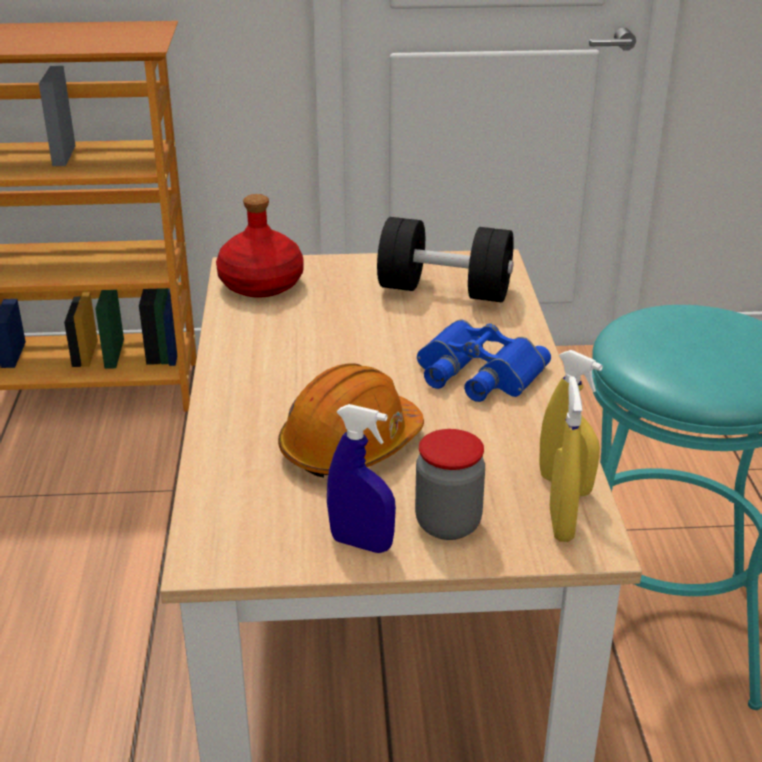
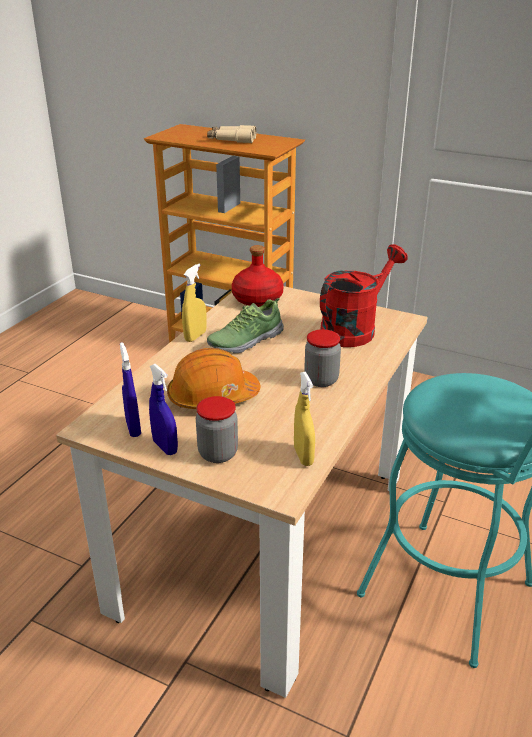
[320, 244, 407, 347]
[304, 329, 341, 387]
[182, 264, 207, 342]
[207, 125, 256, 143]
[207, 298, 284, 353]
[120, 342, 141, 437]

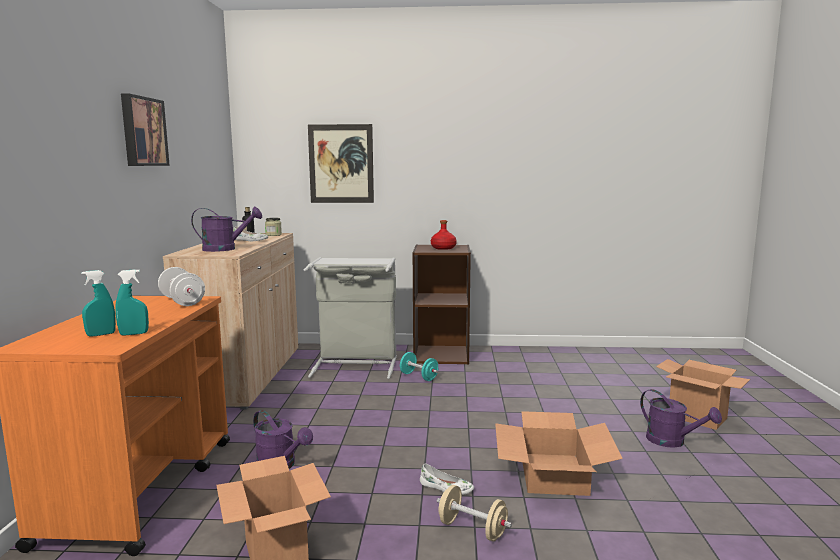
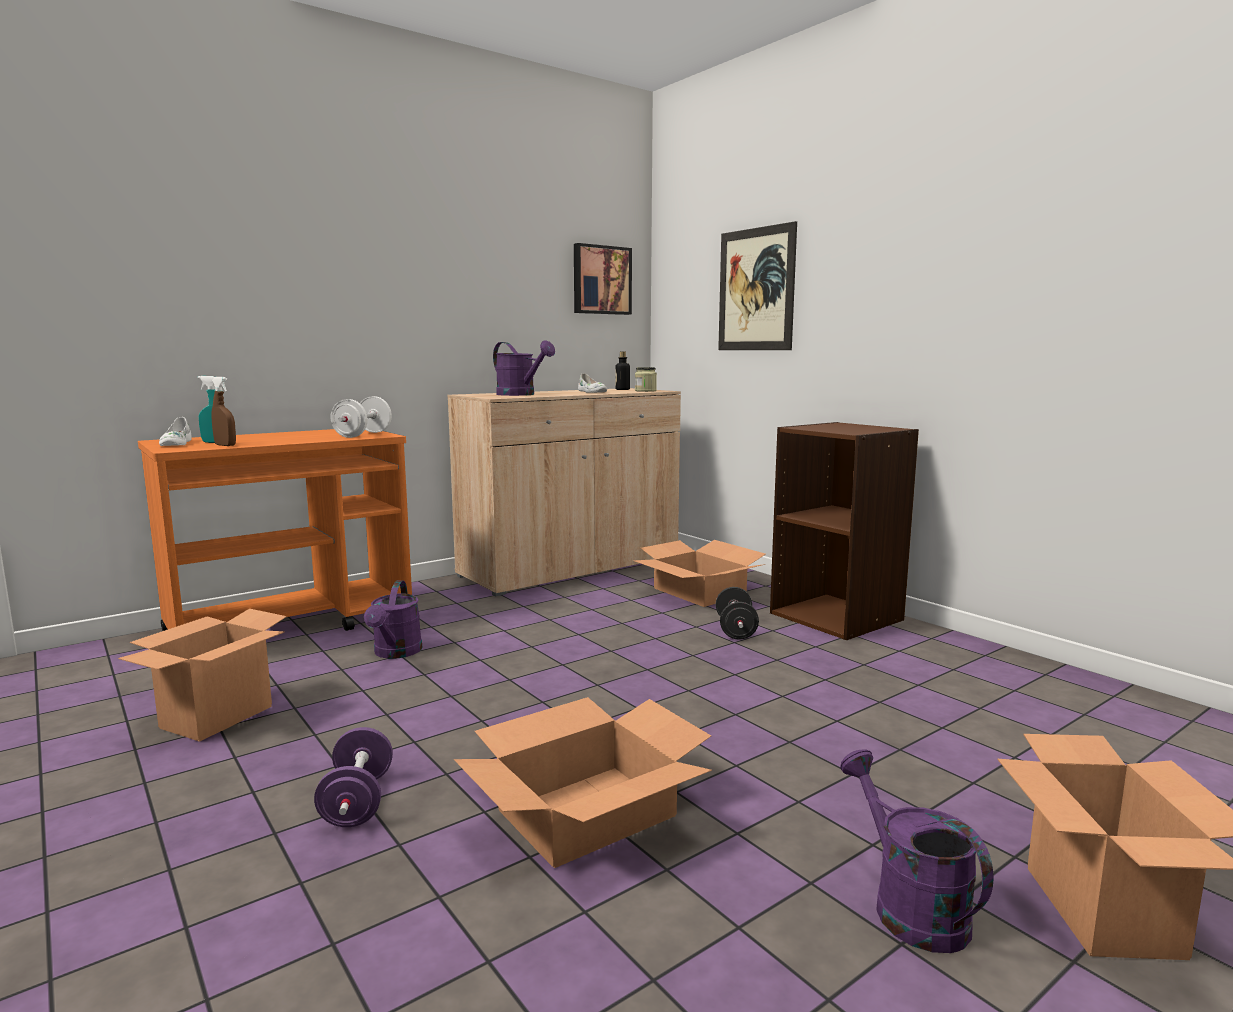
[574, 243, 632, 315]
[431, 220, 457, 250] (first image)
[634, 540, 766, 607]
[212, 377, 236, 446]
[716, 587, 759, 640]
[840, 749, 993, 953]
[159, 417, 192, 446]
[314, 727, 393, 827]

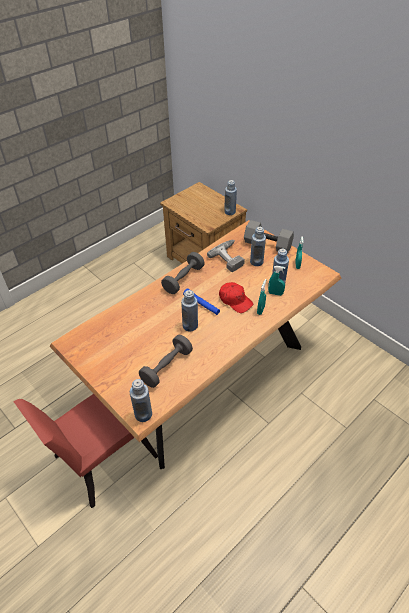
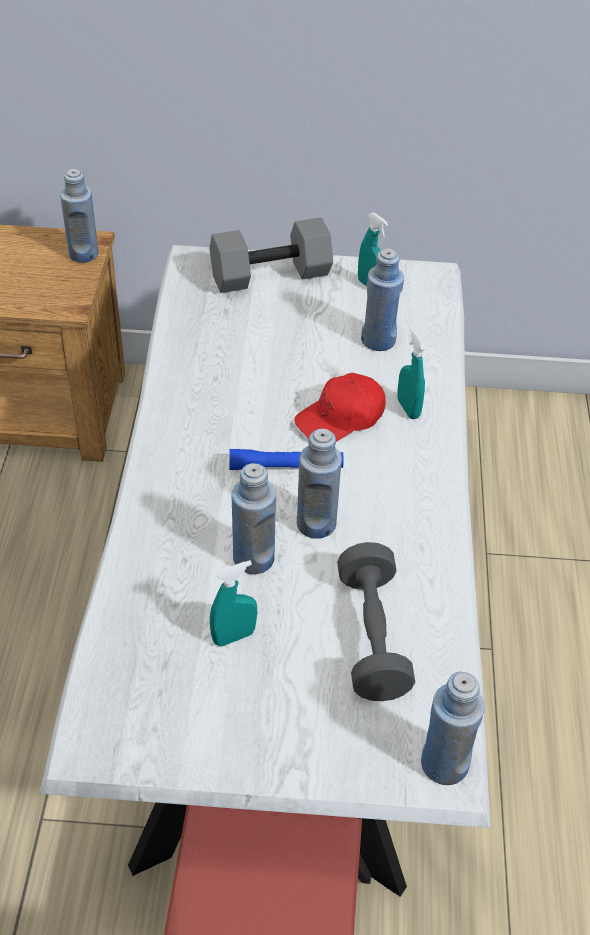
[40, 245, 490, 897]
[232, 463, 276, 574]
[207, 240, 245, 272] (first image)
[161, 252, 205, 294] (first image)
[210, 560, 257, 647]
[294, 373, 386, 442]

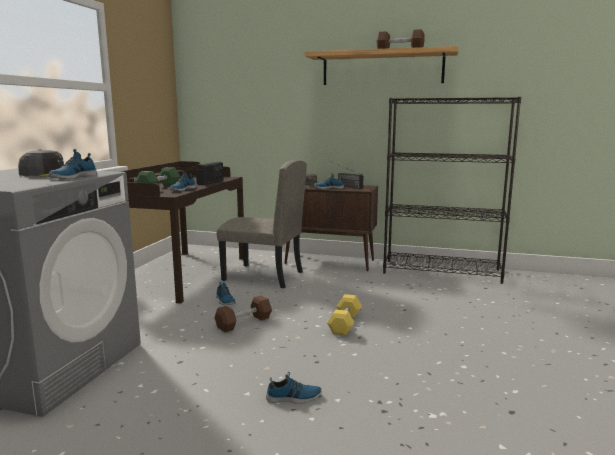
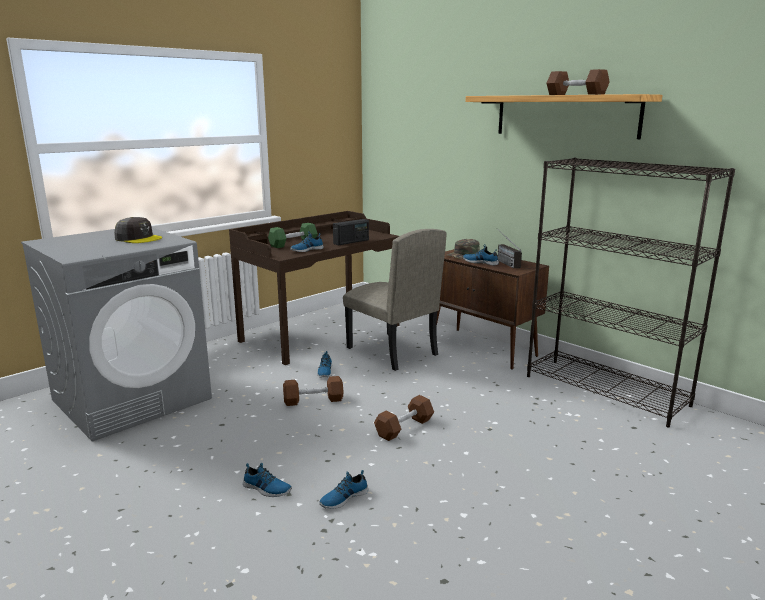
[319, 470, 368, 509]
[374, 395, 434, 441]

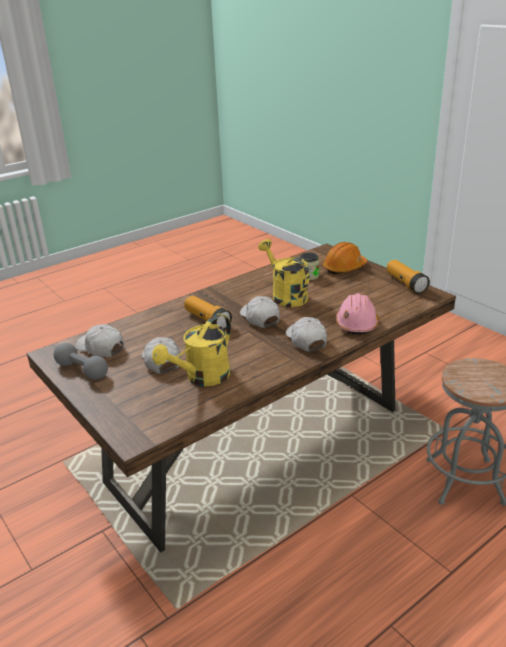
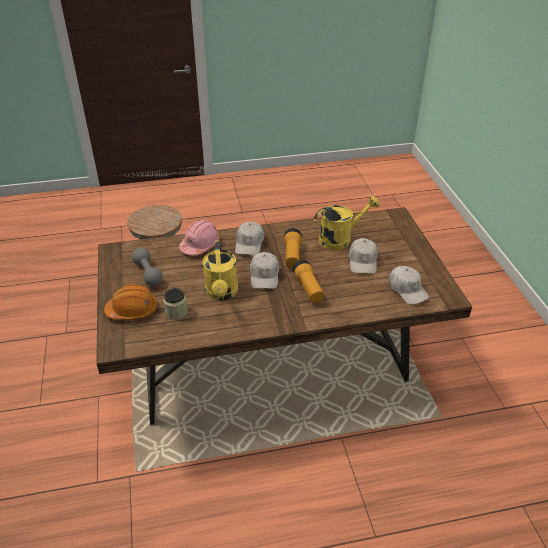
[284, 228, 302, 268]
[132, 248, 163, 286]

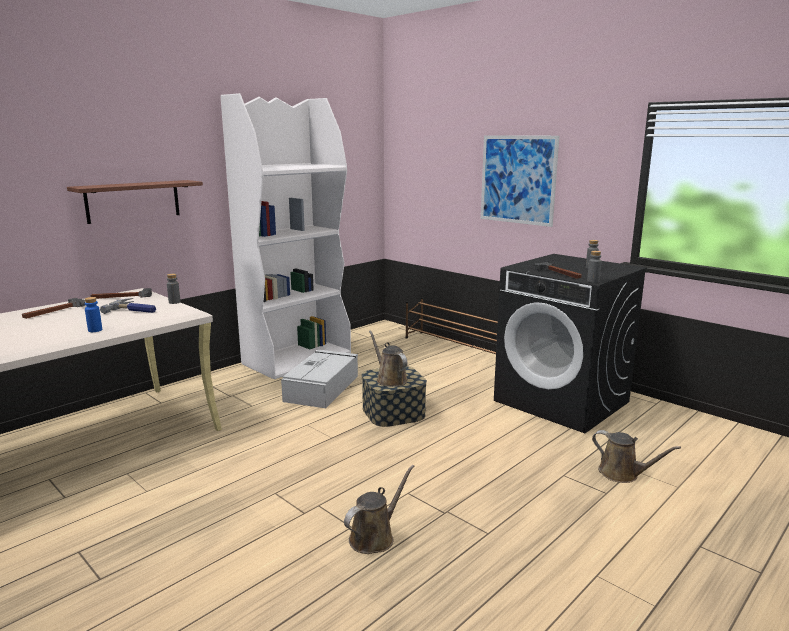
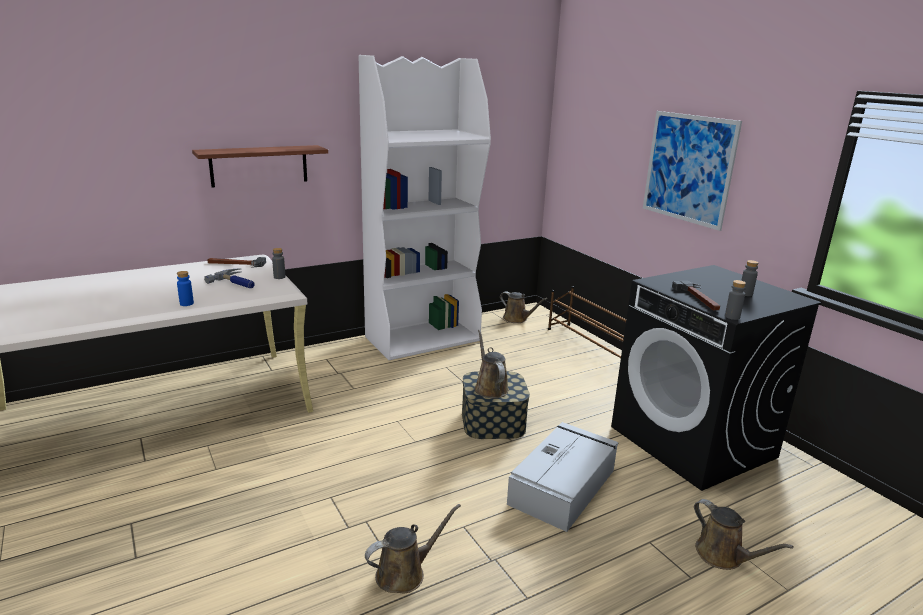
[22, 298, 85, 319] (first image)
[507, 422, 618, 532]
[500, 291, 548, 323]

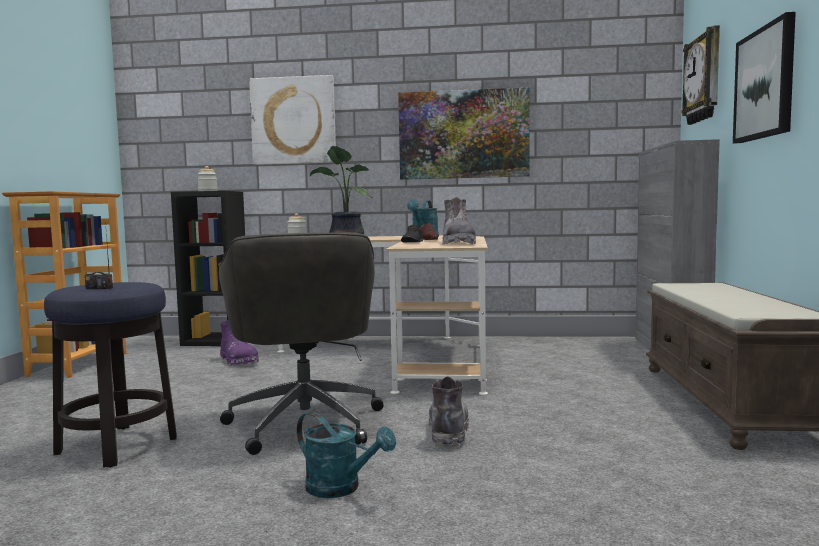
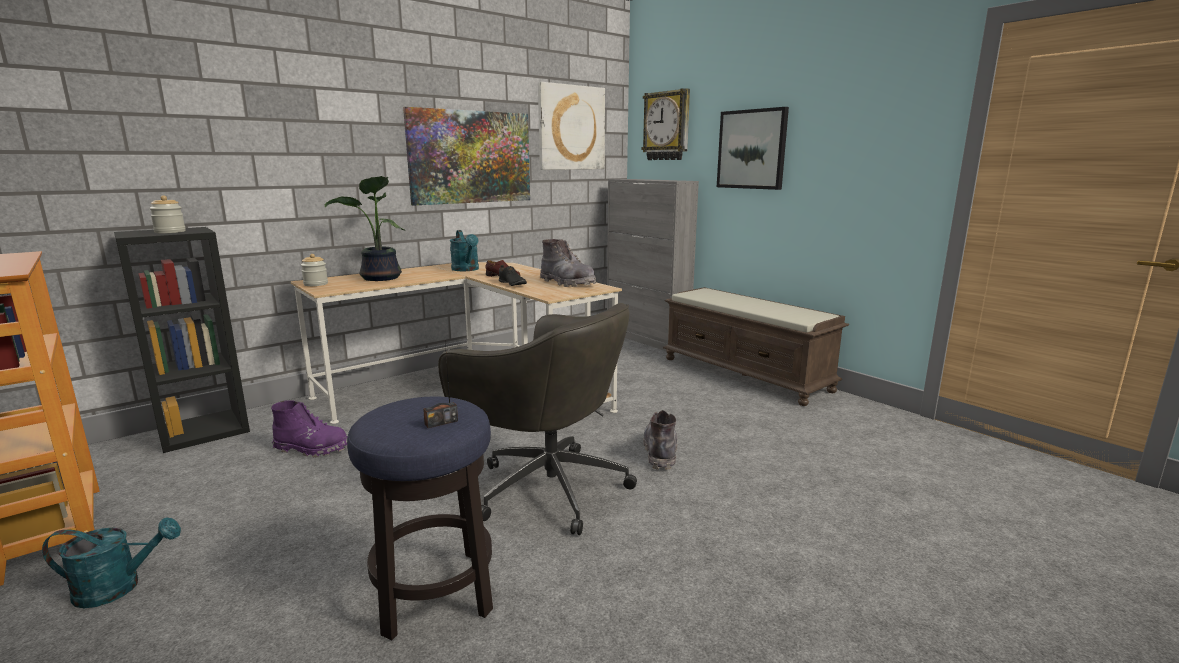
[538, 82, 605, 170]
[643, 410, 678, 470]
[42, 518, 181, 608]

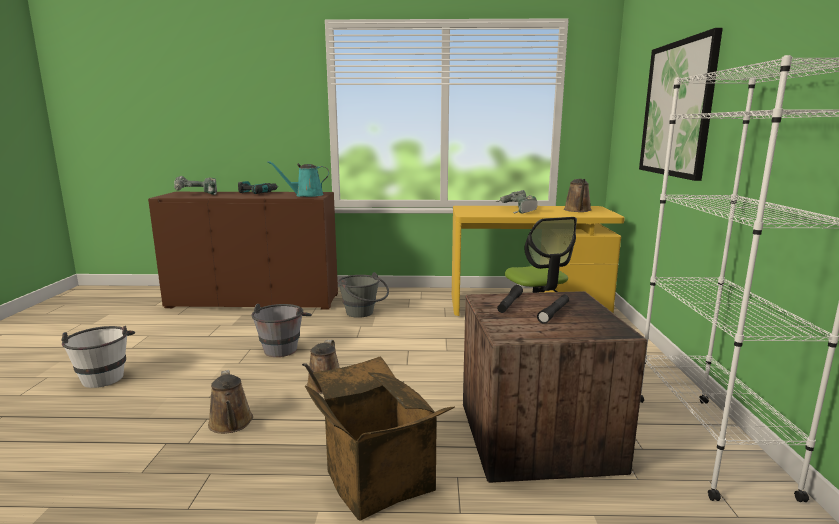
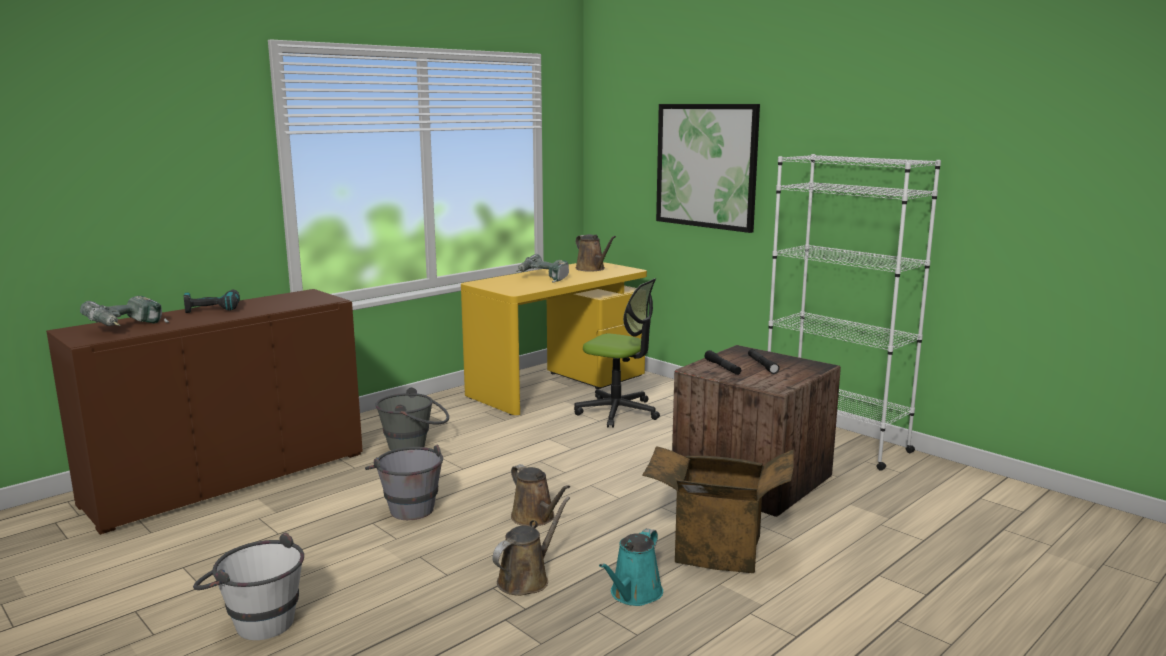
[599, 528, 663, 606]
[492, 496, 570, 596]

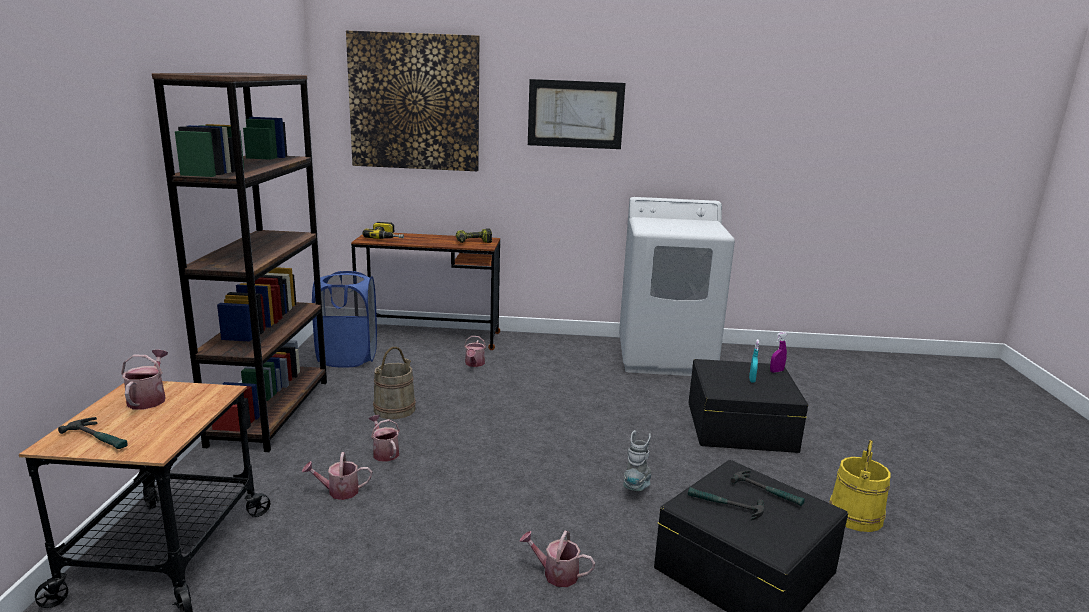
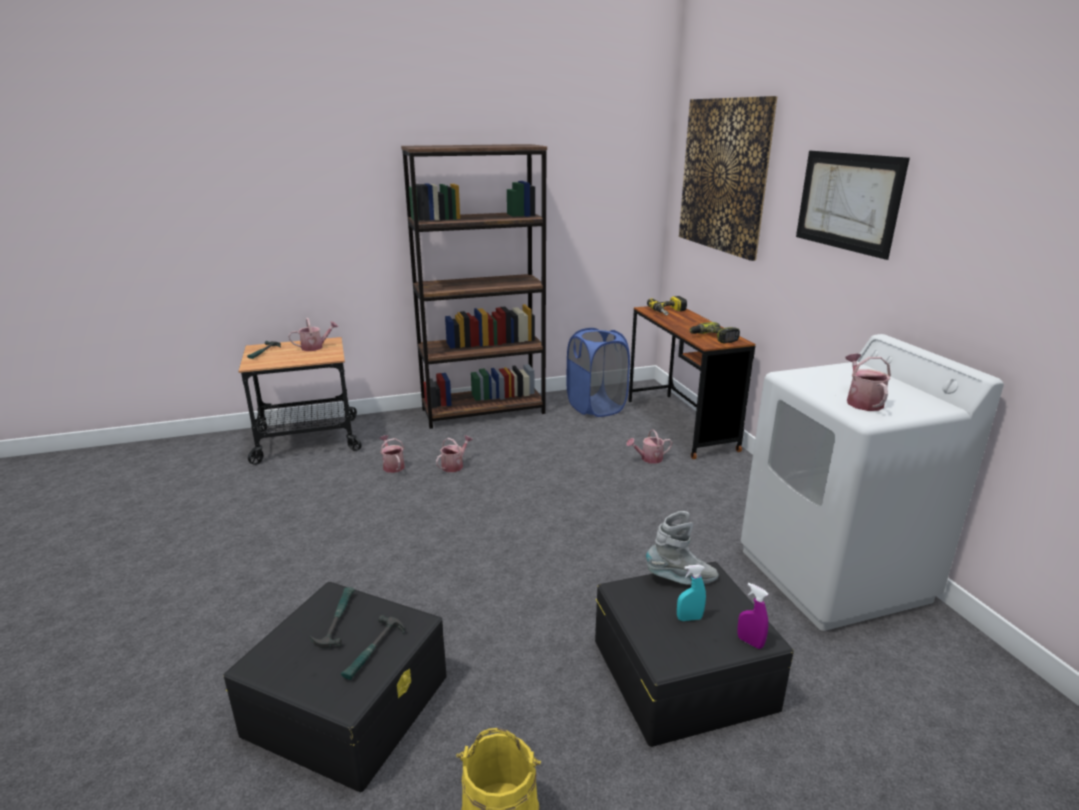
[373, 347, 416, 419] (first image)
[646, 511, 719, 585]
[846, 353, 891, 411]

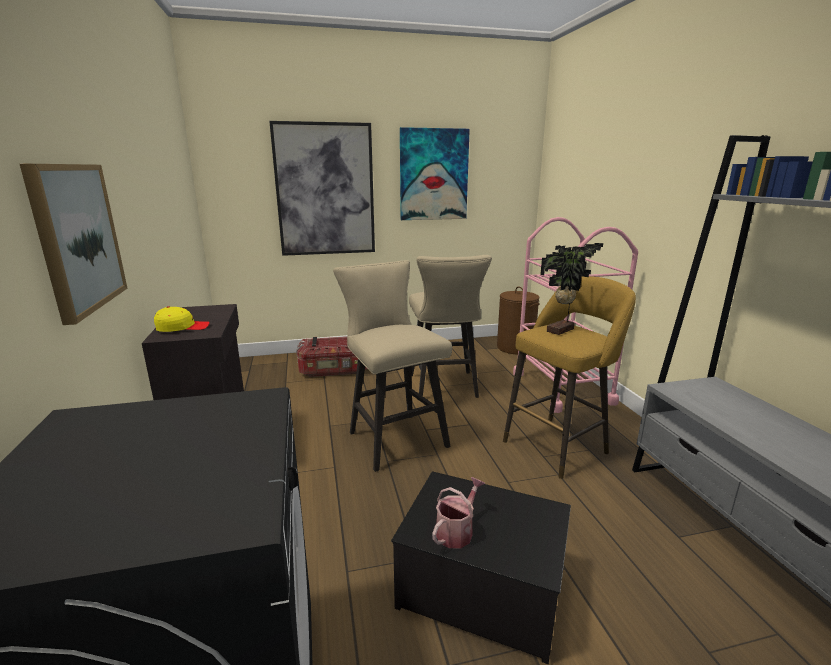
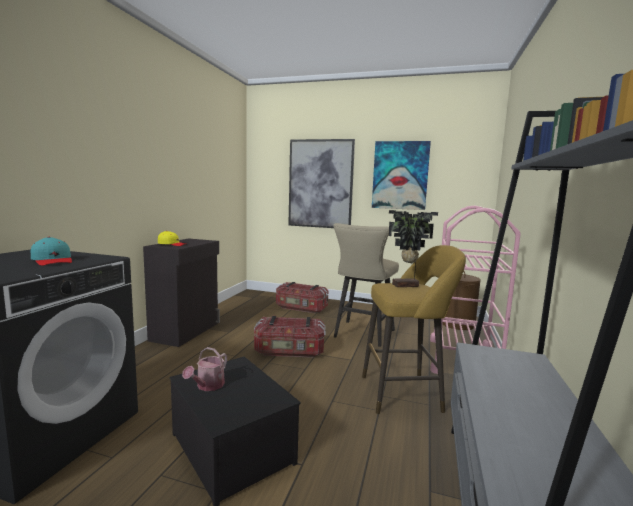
[20, 164, 127, 325] (first image)
[254, 316, 326, 358]
[182, 347, 227, 391]
[31, 237, 72, 266]

